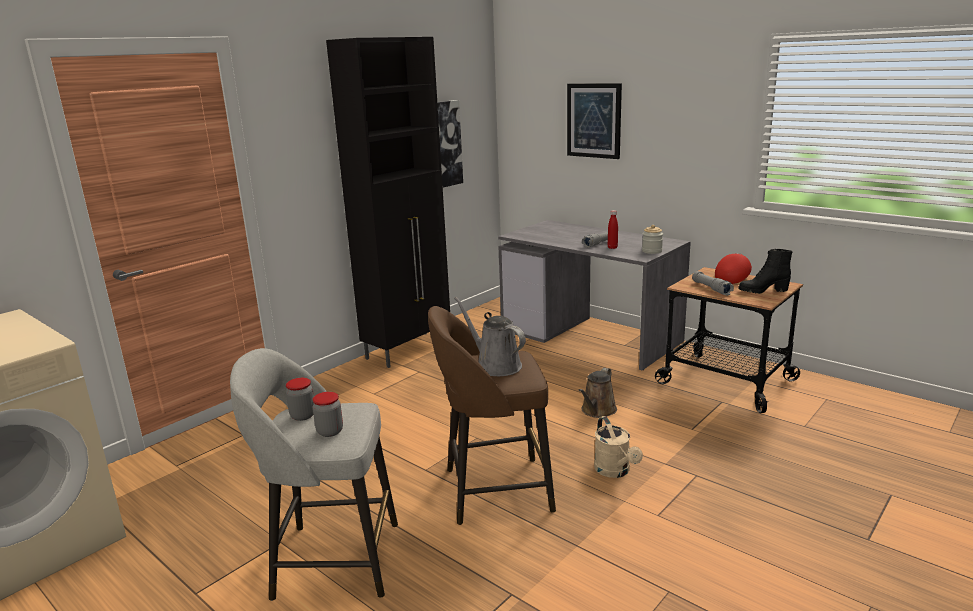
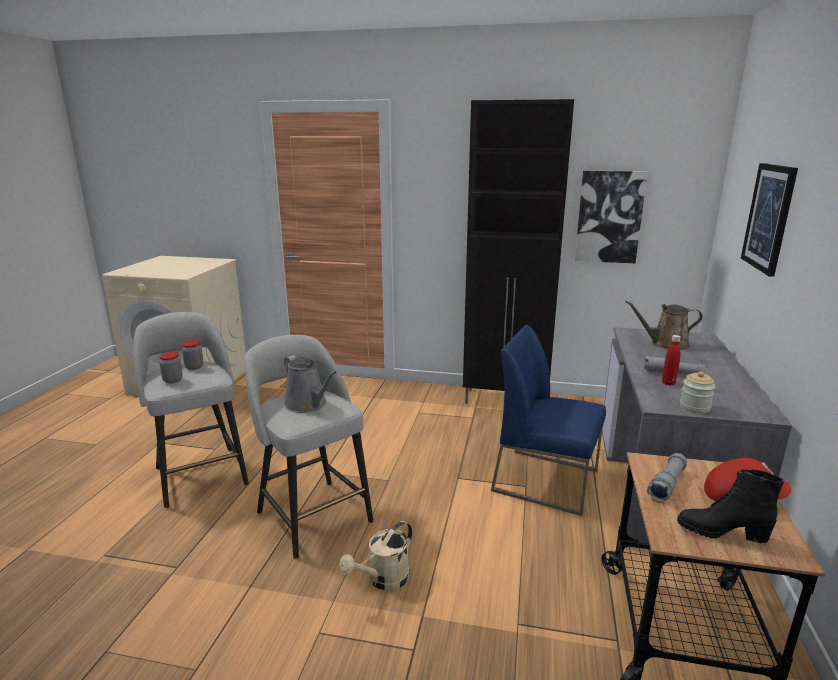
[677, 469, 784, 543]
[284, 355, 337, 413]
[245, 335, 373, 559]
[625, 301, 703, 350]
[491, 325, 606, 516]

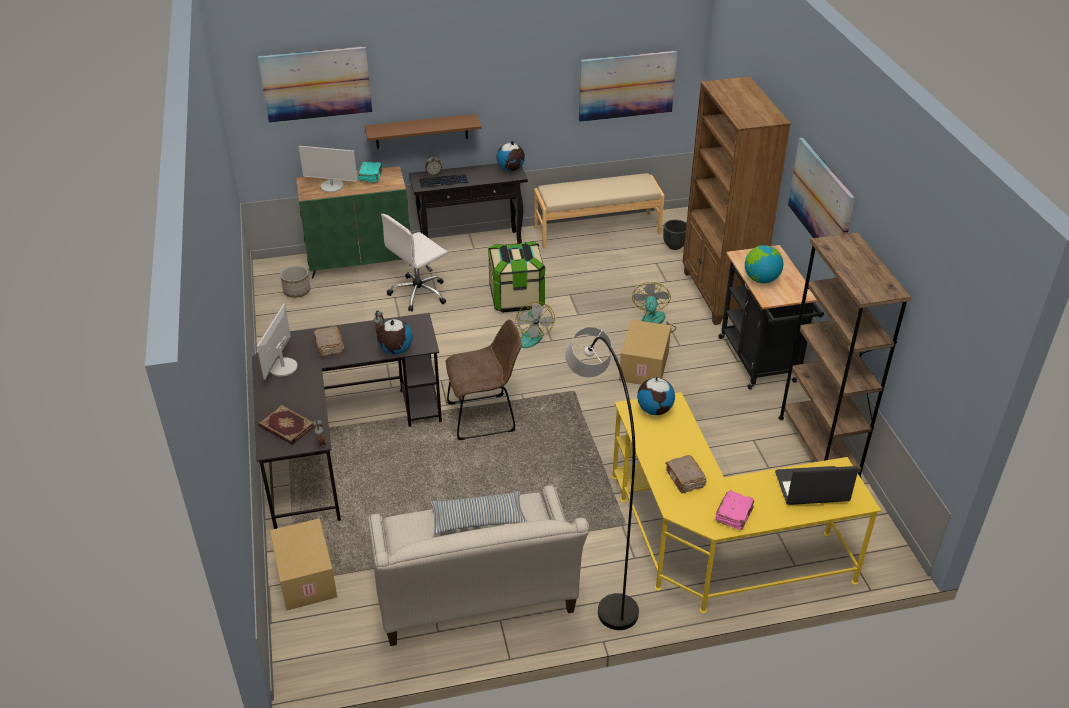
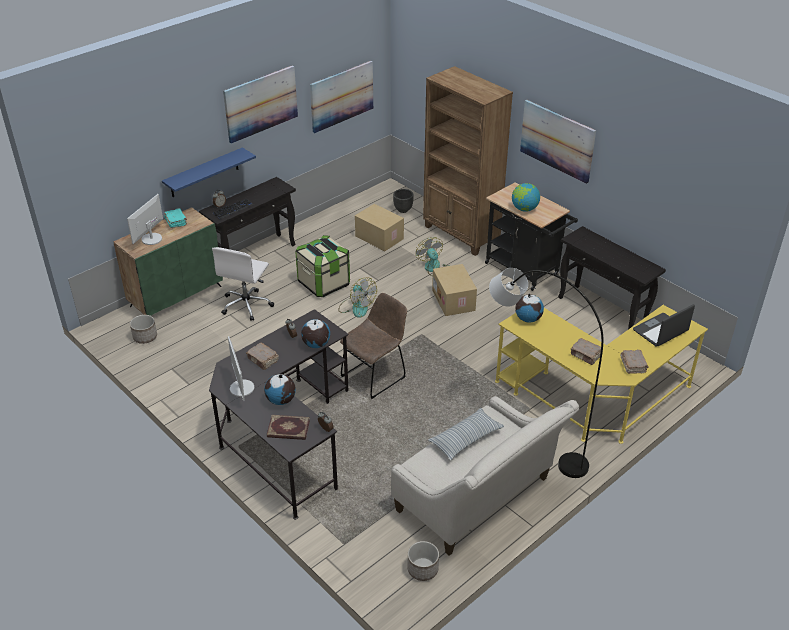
[223, 65, 298, 144]
[162, 147, 256, 197]
[264, 374, 296, 405]
[127, 194, 163, 245]
[534, 173, 664, 249] (first image)
[558, 226, 666, 329]
[620, 349, 649, 374]
[355, 204, 404, 251]
[408, 541, 439, 581]

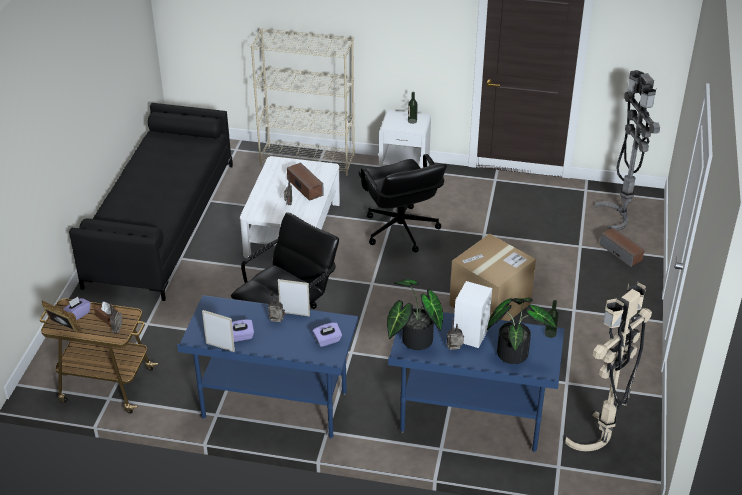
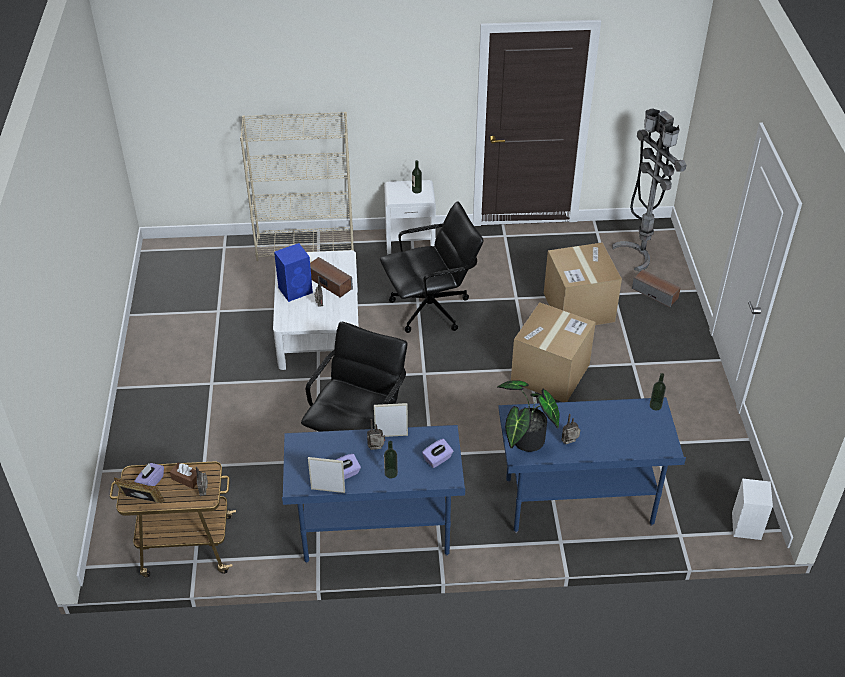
[69, 103, 233, 301] (first image)
[380, 201, 484, 333]
[732, 478, 773, 540]
[565, 282, 652, 451] (first image)
[487, 297, 557, 364] (first image)
[544, 242, 622, 325]
[274, 243, 313, 302]
[384, 441, 398, 478]

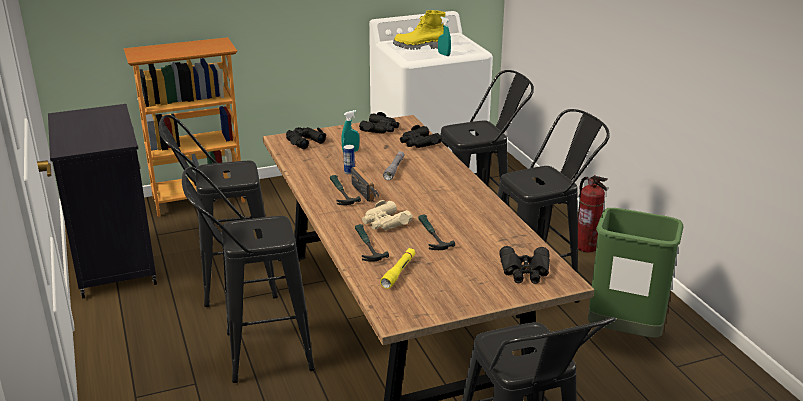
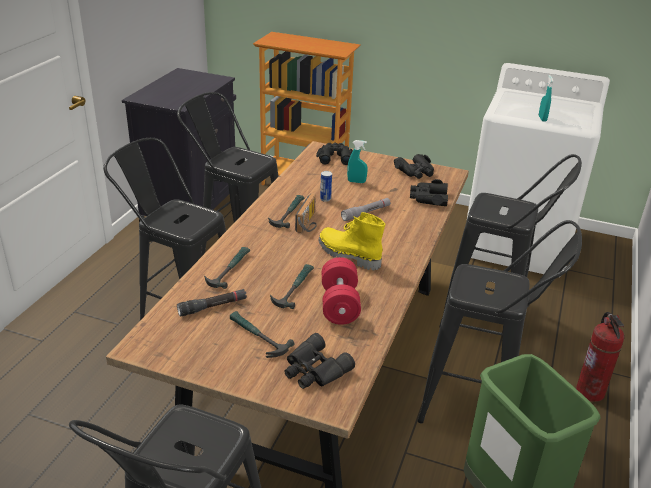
[319, 212, 385, 270]
[362, 200, 413, 230] (first image)
[177, 289, 247, 317]
[322, 257, 361, 325]
[230, 311, 294, 358]

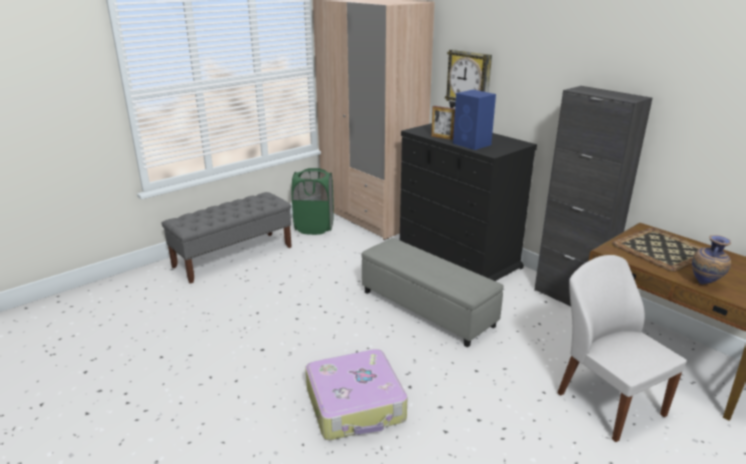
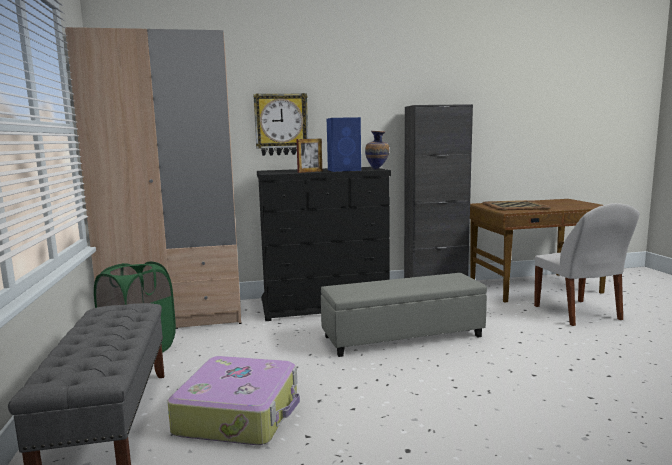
[365, 131, 389, 170]
[534, 203, 640, 326]
[167, 356, 300, 445]

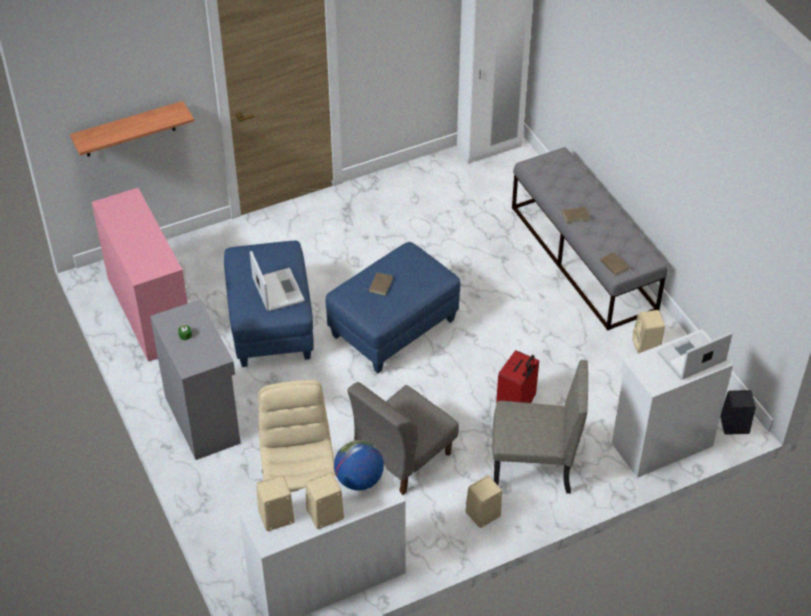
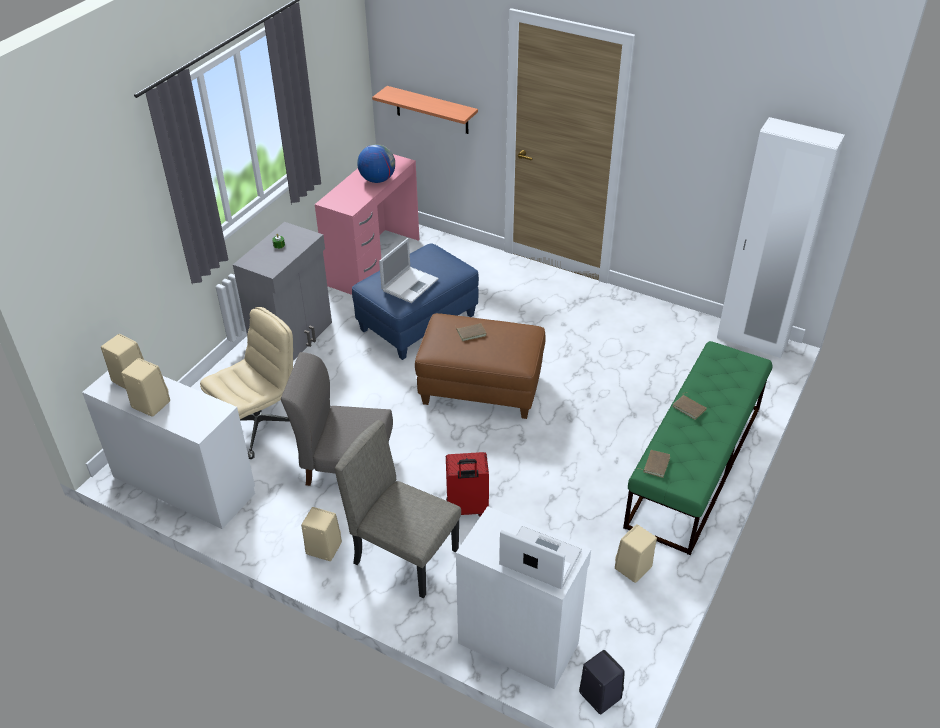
[623, 341, 773, 555]
[415, 313, 546, 419]
[335, 420, 461, 598]
[357, 144, 395, 183]

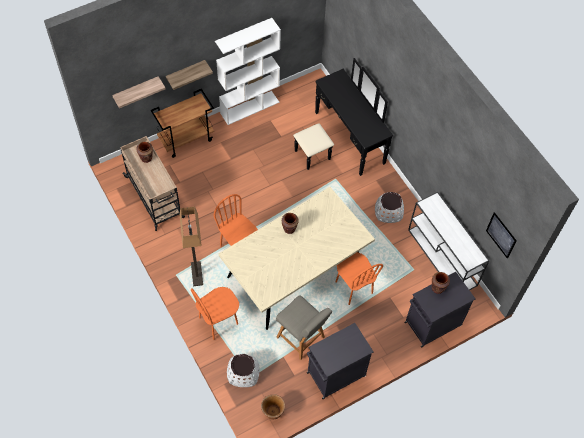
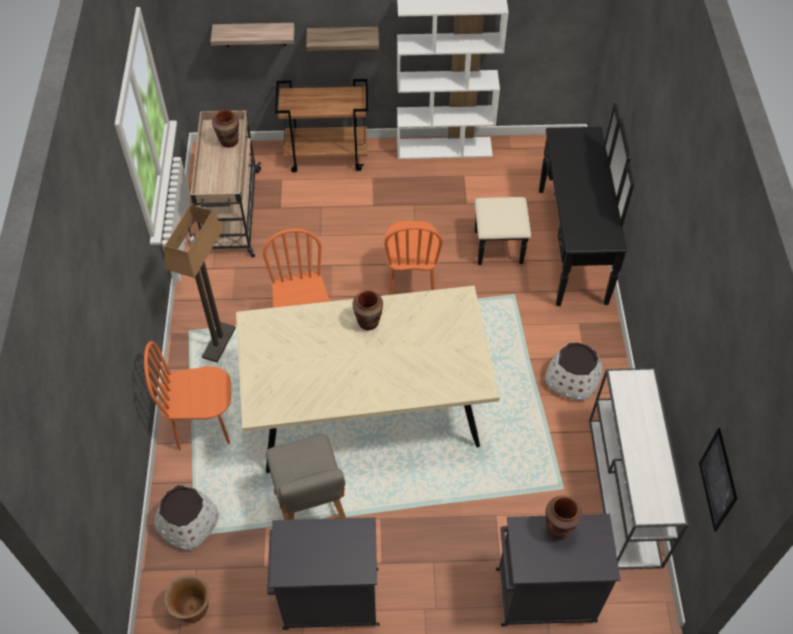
[384, 221, 443, 295]

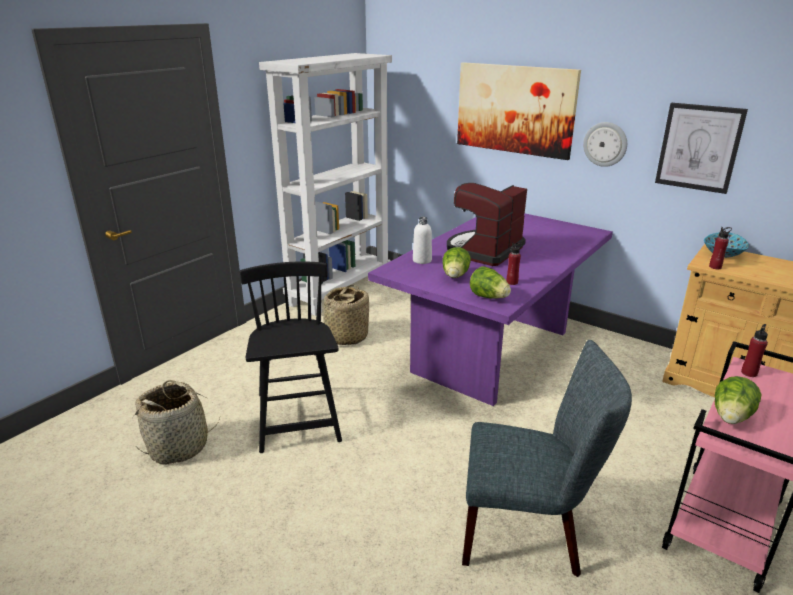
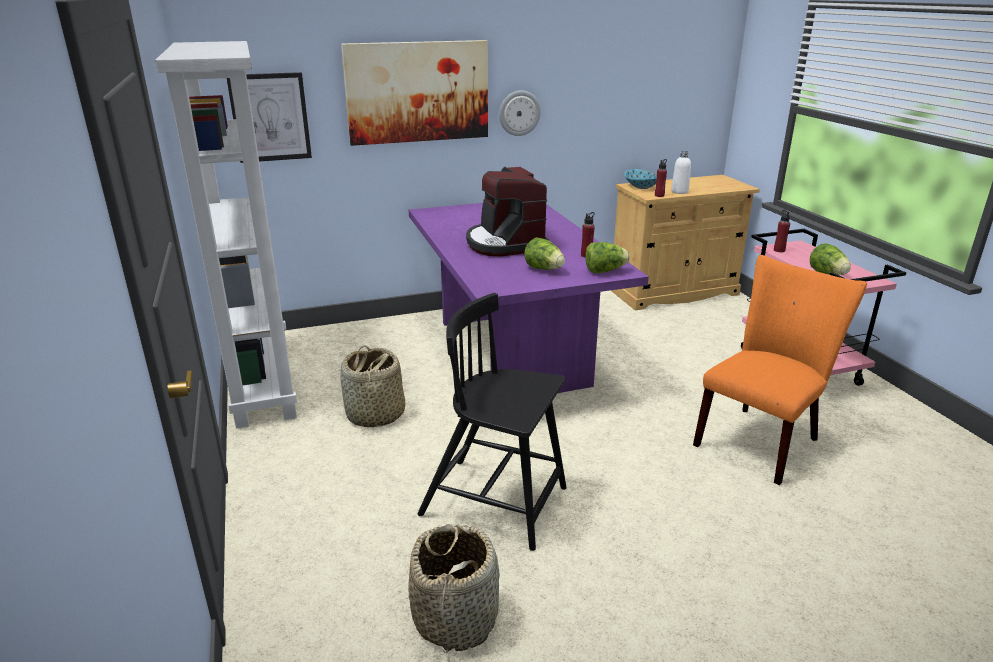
[227, 72, 312, 163]
[671, 151, 691, 194]
[693, 255, 867, 485]

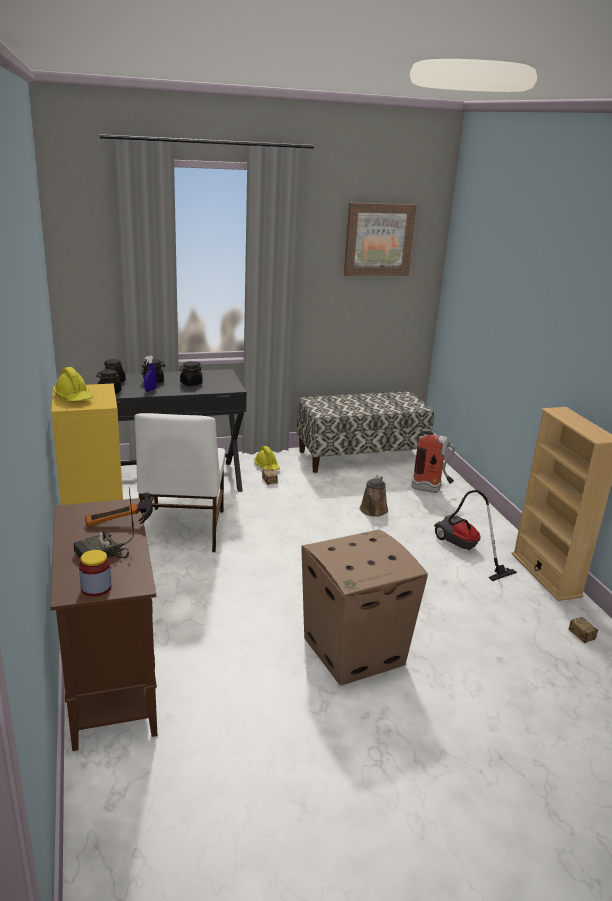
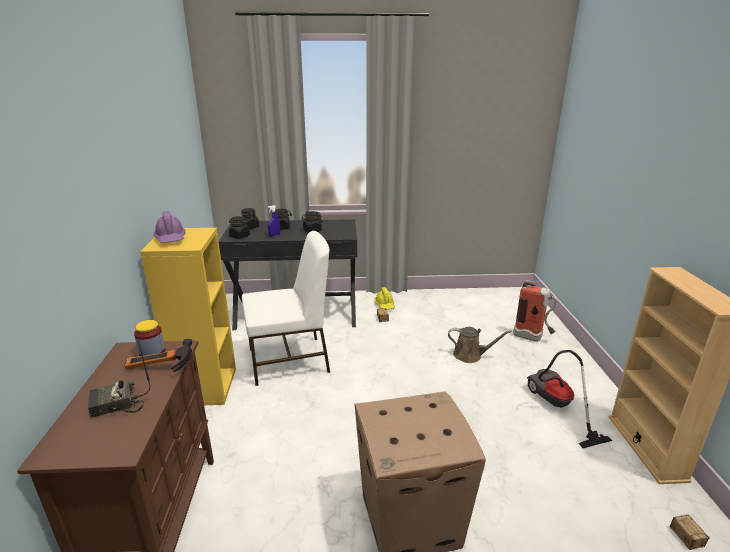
[344, 203, 417, 276] (first image)
[154, 211, 186, 243]
[297, 391, 434, 473] (first image)
[242, 231, 330, 386]
[448, 327, 512, 363]
[134, 320, 165, 356]

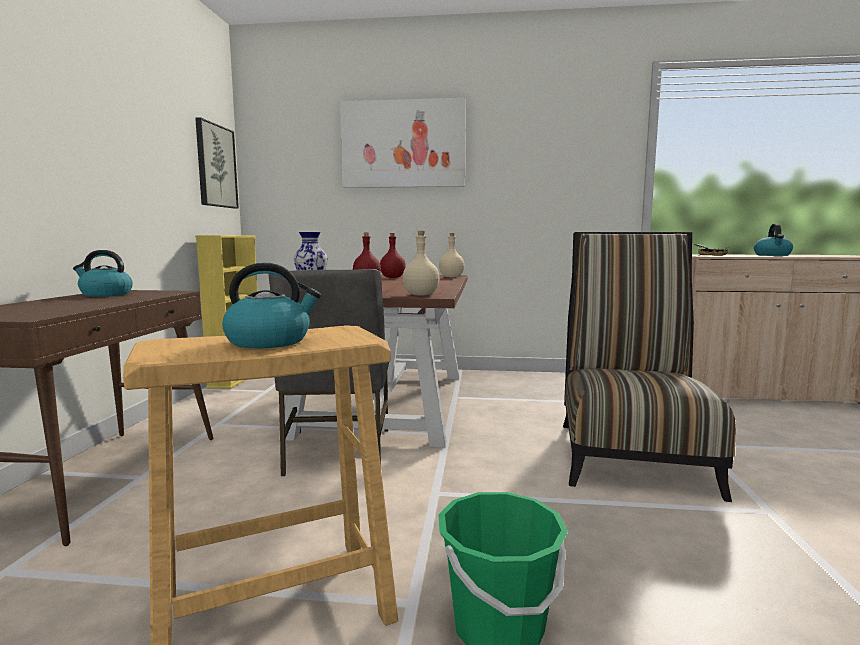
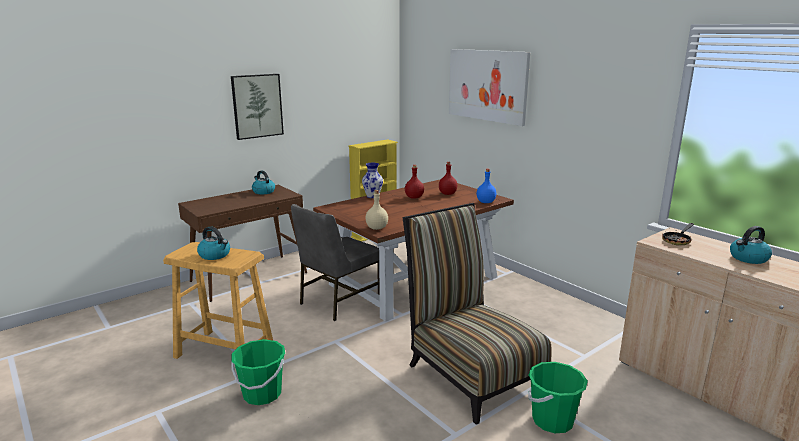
[231, 74, 284, 140]
[403, 203, 552, 425]
[476, 169, 496, 203]
[528, 362, 588, 433]

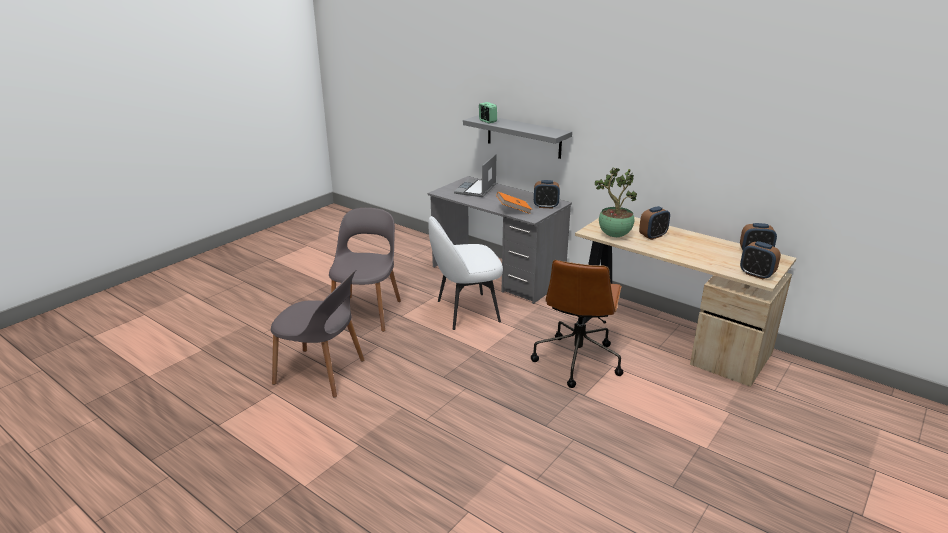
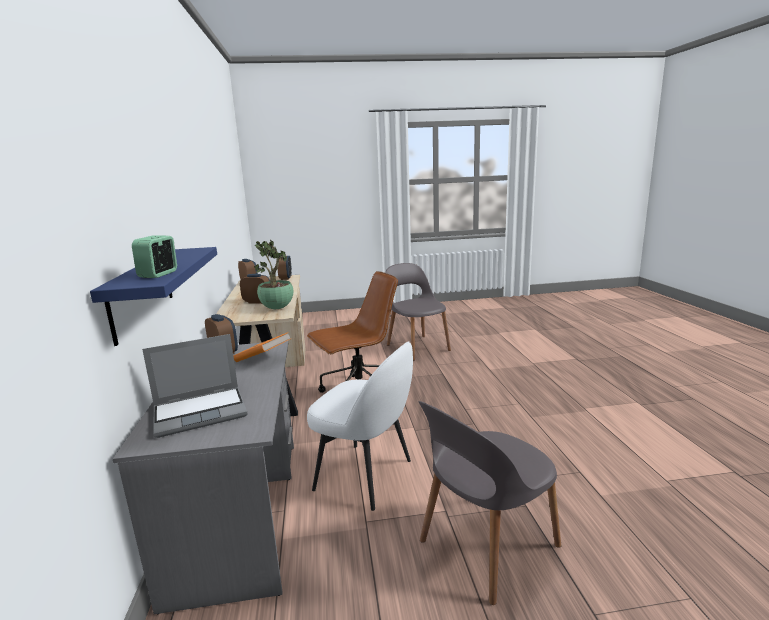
[90, 247, 217, 346]
[386, 263, 451, 361]

